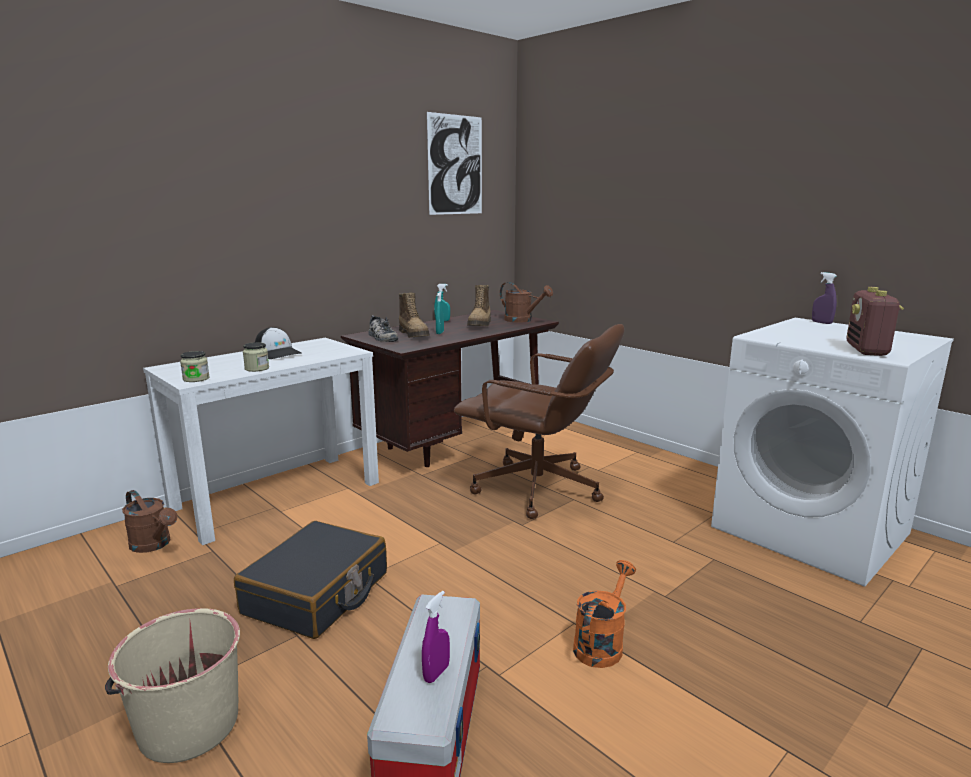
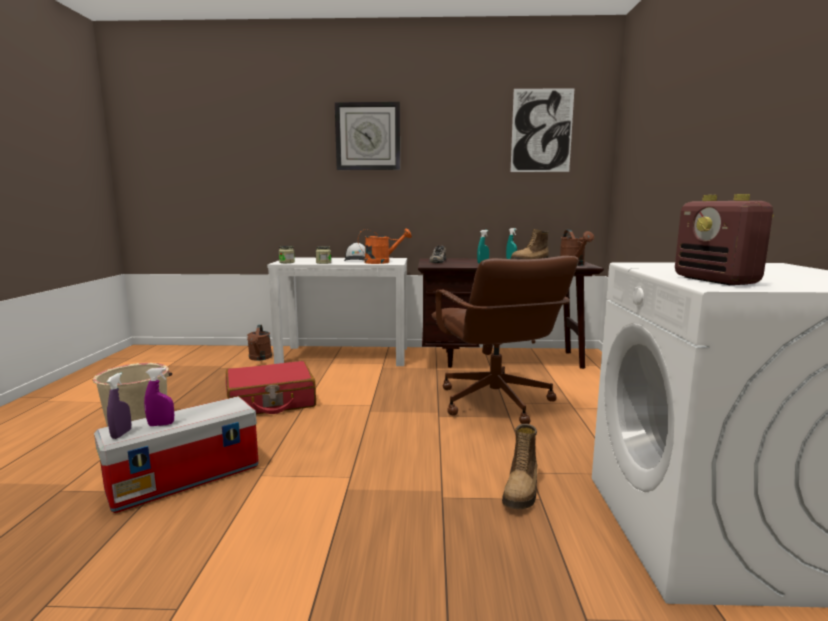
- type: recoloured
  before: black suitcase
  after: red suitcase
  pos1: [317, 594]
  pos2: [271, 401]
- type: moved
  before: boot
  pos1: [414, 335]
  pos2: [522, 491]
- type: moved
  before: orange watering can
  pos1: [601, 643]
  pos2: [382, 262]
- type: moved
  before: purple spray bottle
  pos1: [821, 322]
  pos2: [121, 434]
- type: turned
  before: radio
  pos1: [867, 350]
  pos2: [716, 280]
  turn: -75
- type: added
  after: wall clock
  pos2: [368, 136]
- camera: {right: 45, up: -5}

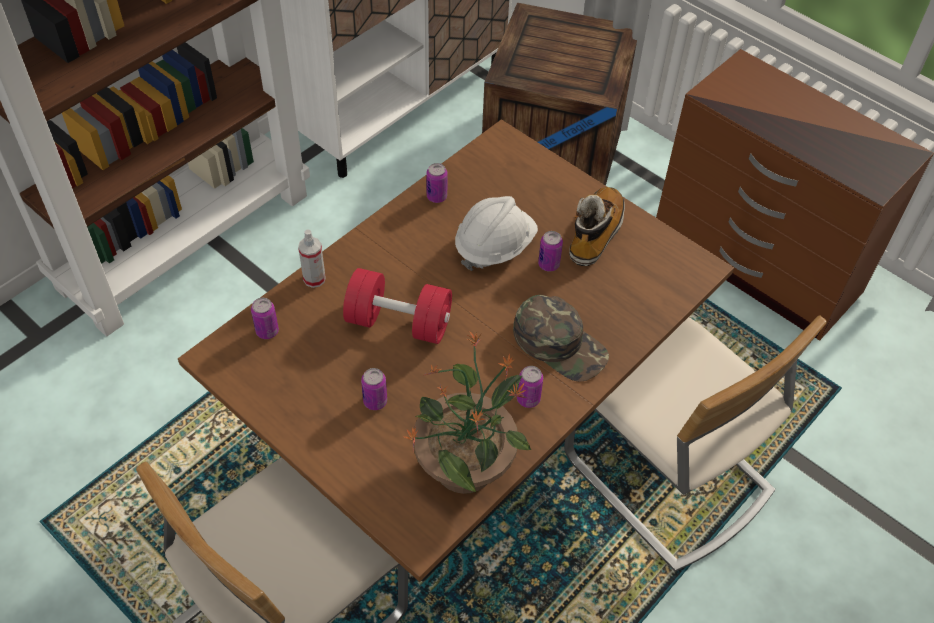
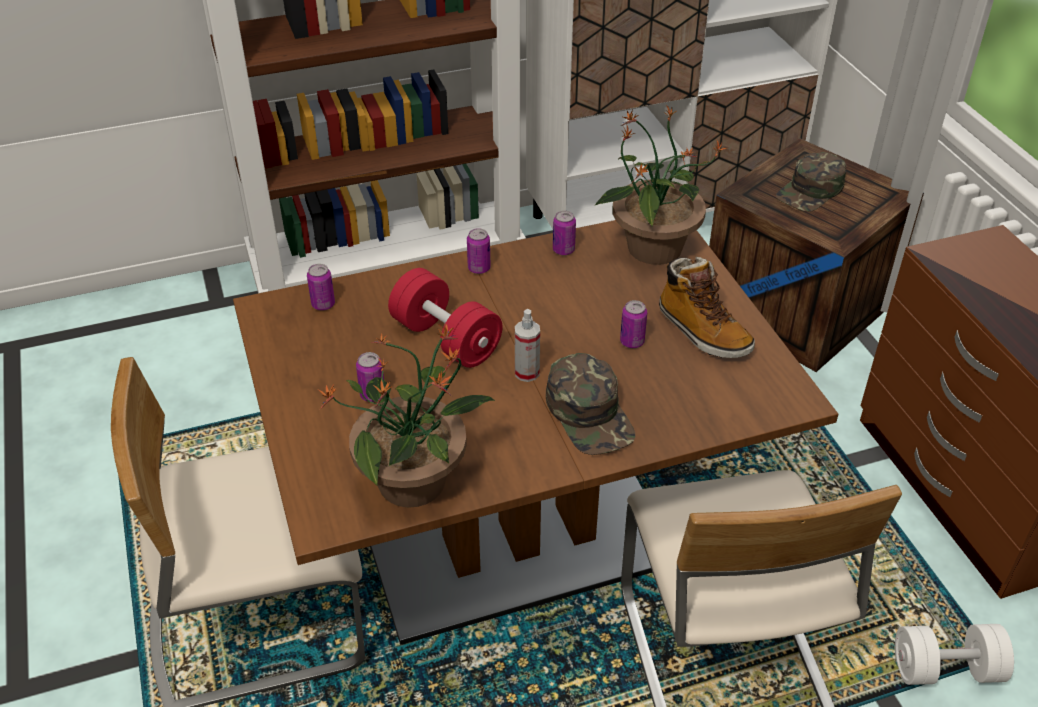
- type: moved
  before: spray bottle
  pos1: [314, 279]
  pos2: [527, 373]
- type: removed
  before: white hard hat
  pos1: [494, 246]
- type: moved
  before: can
  pos1: [528, 399]
  pos2: [479, 268]
- type: turned
  before: boot
  pos1: [595, 234]
  pos2: [702, 332]
  turn: 90
- type: added
  after: potted plant
  pos2: [652, 248]
- type: added
  after: green cap
  pos2: [811, 191]
- type: added
  after: white dumbbell
  pos2: [945, 669]
- camera: {right: 30, up: -10}

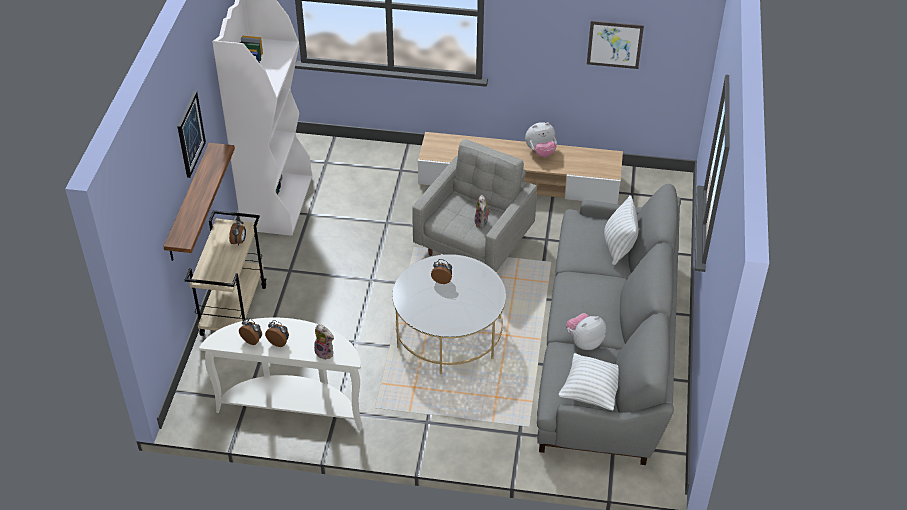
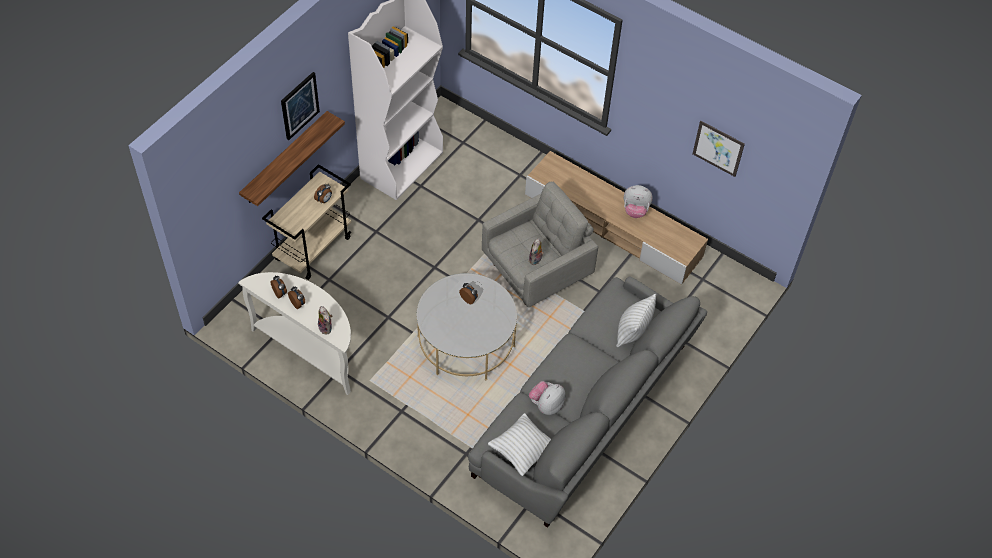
- type: turned
  before: plush toy
  pos1: [584, 342]
  pos2: [546, 405]
  turn: -45
- camera: {right: 25, up: 10}

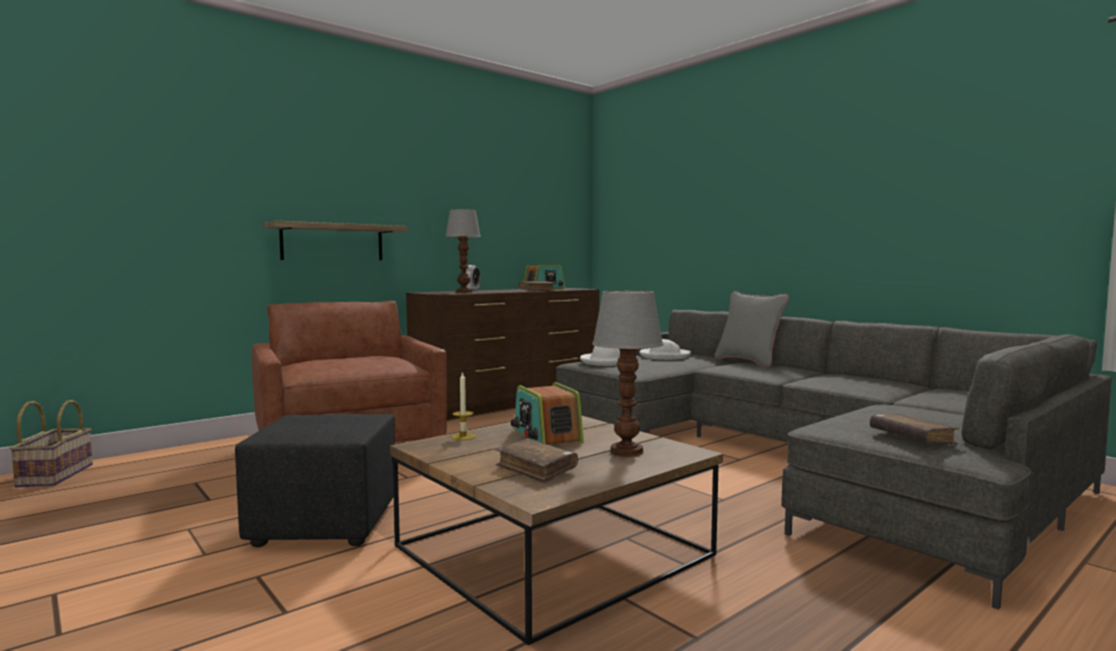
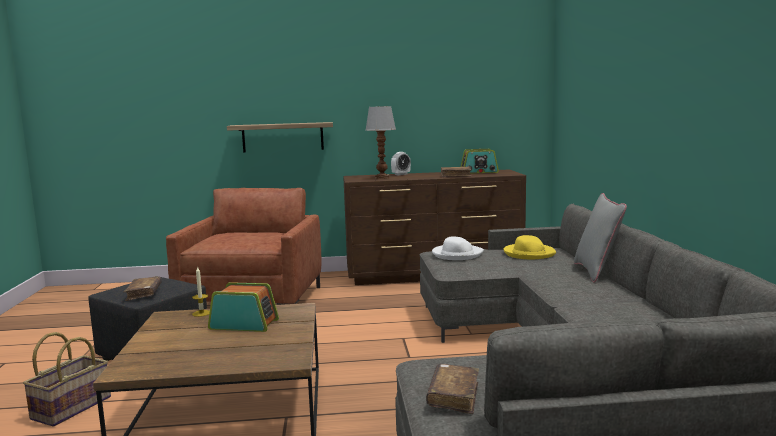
- type: moved
  before: basket
  pos1: [54, 475]
  pos2: [71, 407]
- type: moved
  before: brown book
  pos1: [536, 469]
  pos2: [144, 294]
- type: turned
  before: radio
  pos1: [546, 436]
  pos2: [244, 324]
  turn: 90
- type: removed
  before: table lamp
  pos1: [625, 451]
- type: recoloured
  before: white hat
  after: yellow hat
  pos1: [664, 356]
  pos2: [529, 253]
- camera: {right: 35, up: 5}

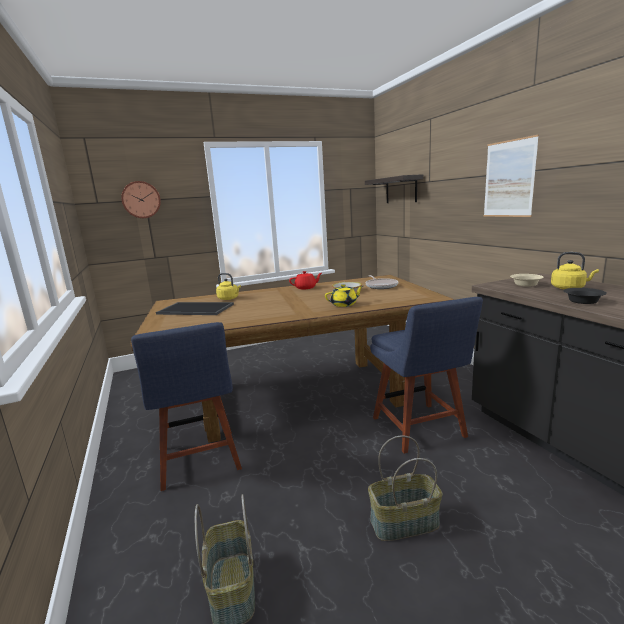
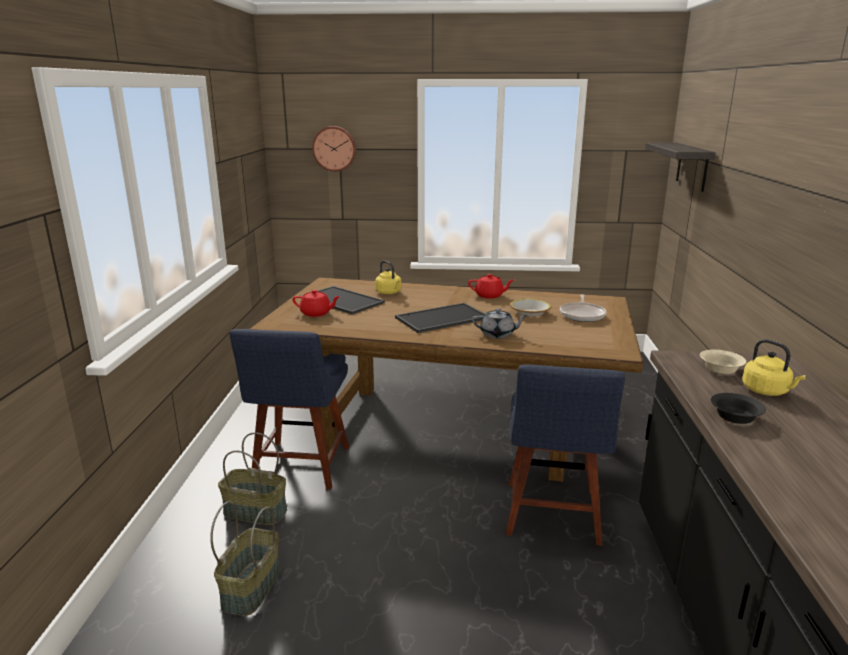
- type: recoloured
  before: yellow teapot
  after: grey teapot
  pos1: [344, 304]
  pos2: [498, 334]
- type: moved
  before: basket
  pos1: [404, 523]
  pos2: [254, 512]
- type: removed
  before: picture
  pos1: [509, 179]
- type: added
  after: red teapot
  pos2: [316, 313]
- type: added
  after: tray
  pos2: [442, 318]
- camera: {right: 25, up: 5}

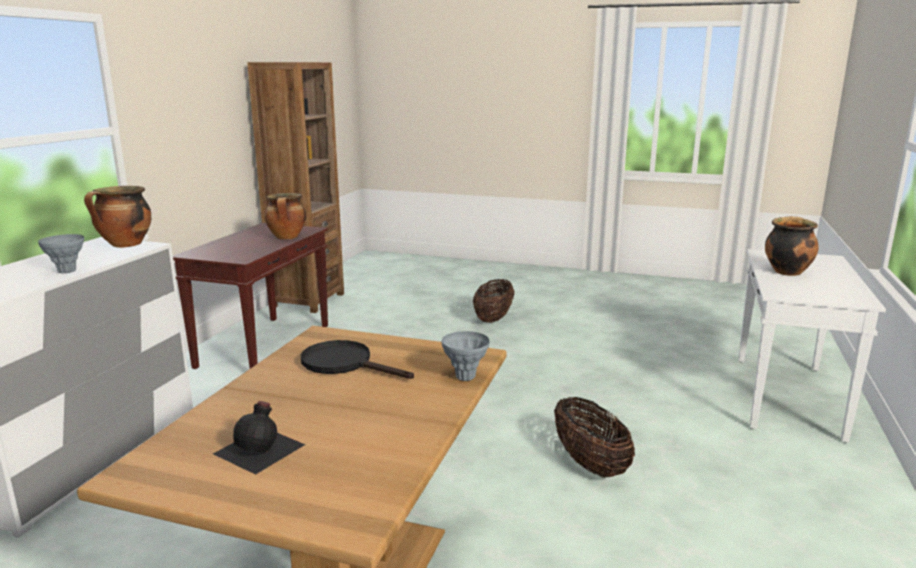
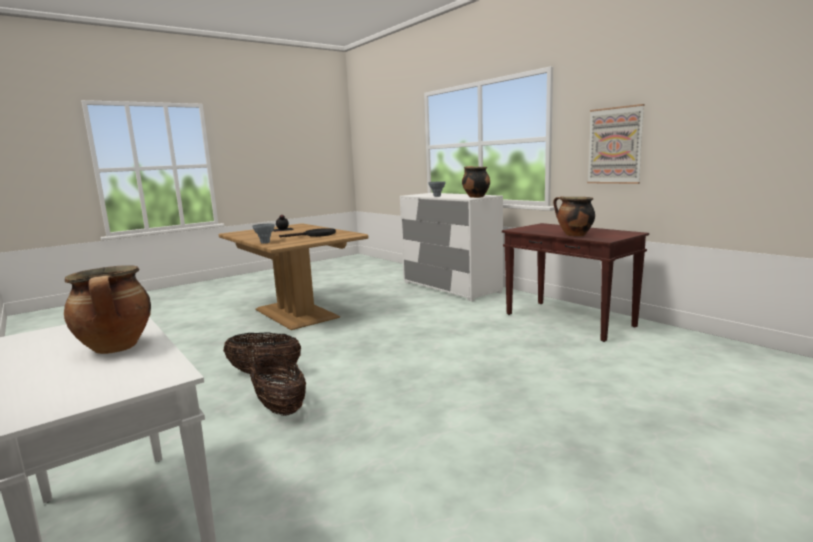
- type: removed
  before: brown bookcase
  pos1: [307, 300]
- type: moved
  before: basket
  pos1: [493, 319]
  pos2: [280, 408]
- type: added
  after: picture
  pos2: [615, 145]
- camera: {right: 125, up: -5}

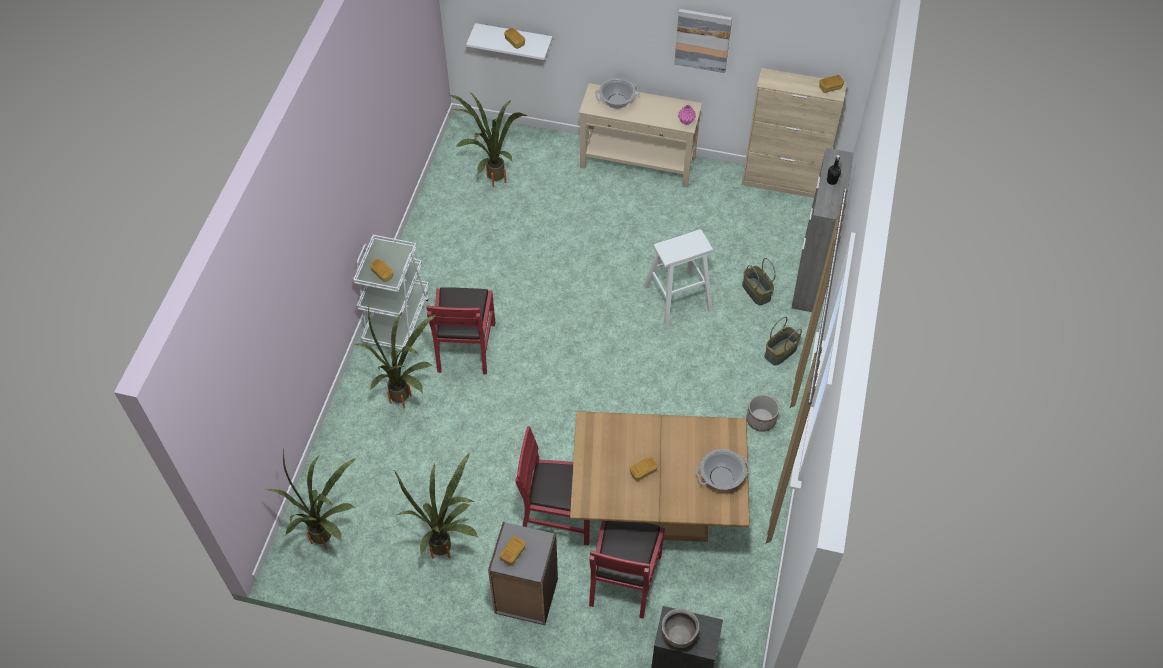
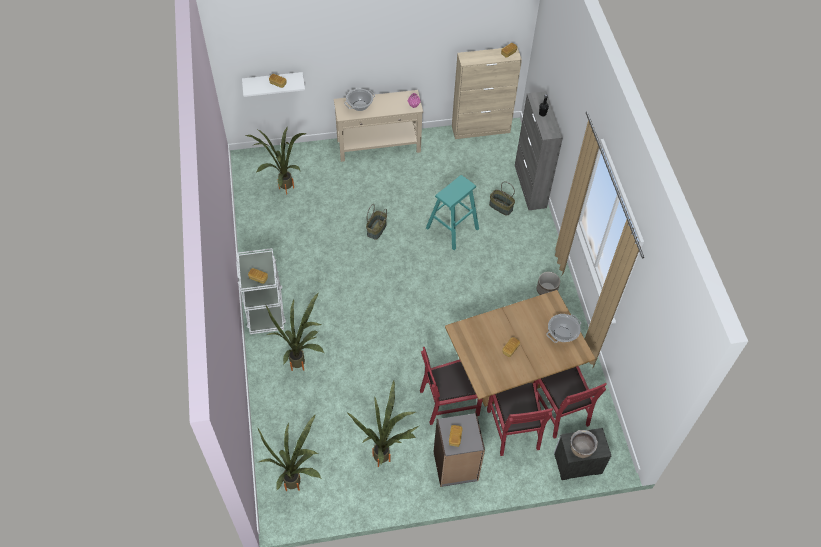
- type: moved
  before: red chair
  pos1: [465, 346]
  pos2: [560, 410]
- type: recoloured
  before: white stool
  after: turquoise stool
  pos1: [677, 298]
  pos2: [452, 228]
- type: removed
  before: picture
  pos1: [702, 40]
- type: moved
  before: basket
  pos1: [780, 352]
  pos2: [377, 230]
- camera: {right: -25, up: 0}

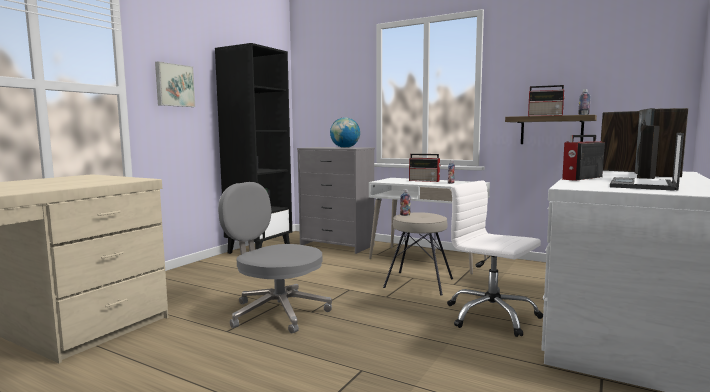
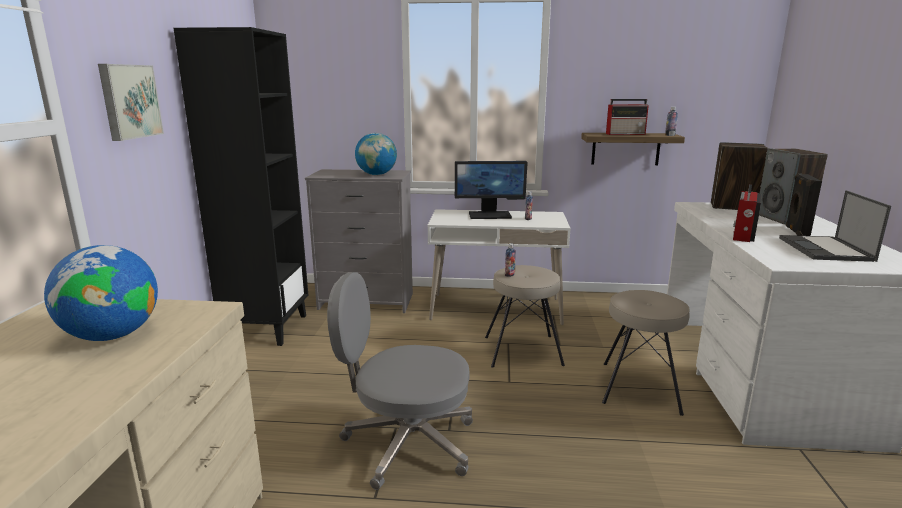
- type: replaced
  before: radio
  after: monitor
  pos1: [425, 180]
  pos2: [490, 215]
- type: replaced
  before: white office chair
  after: beige stool
  pos1: [491, 316]
  pos2: [639, 387]
- type: added
  after: globe
  pos2: [112, 336]
- camera: {right: -25, up: 10}

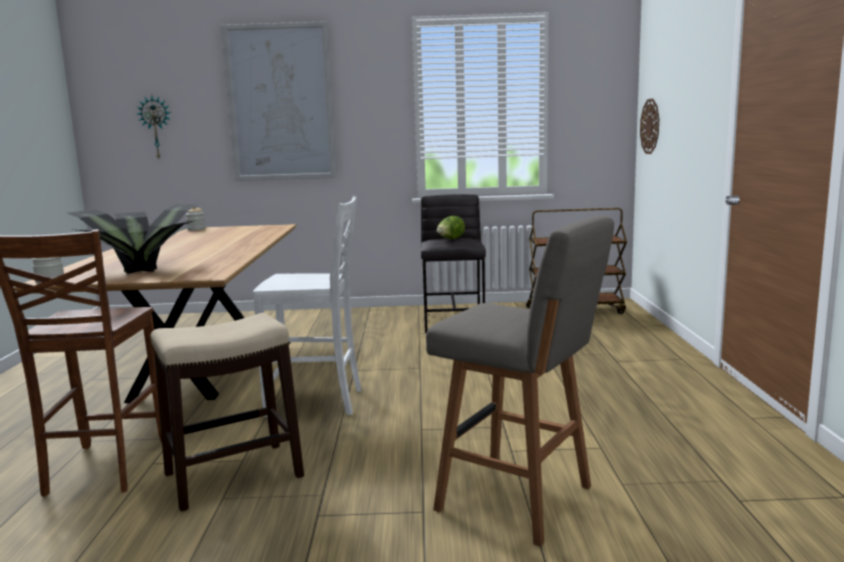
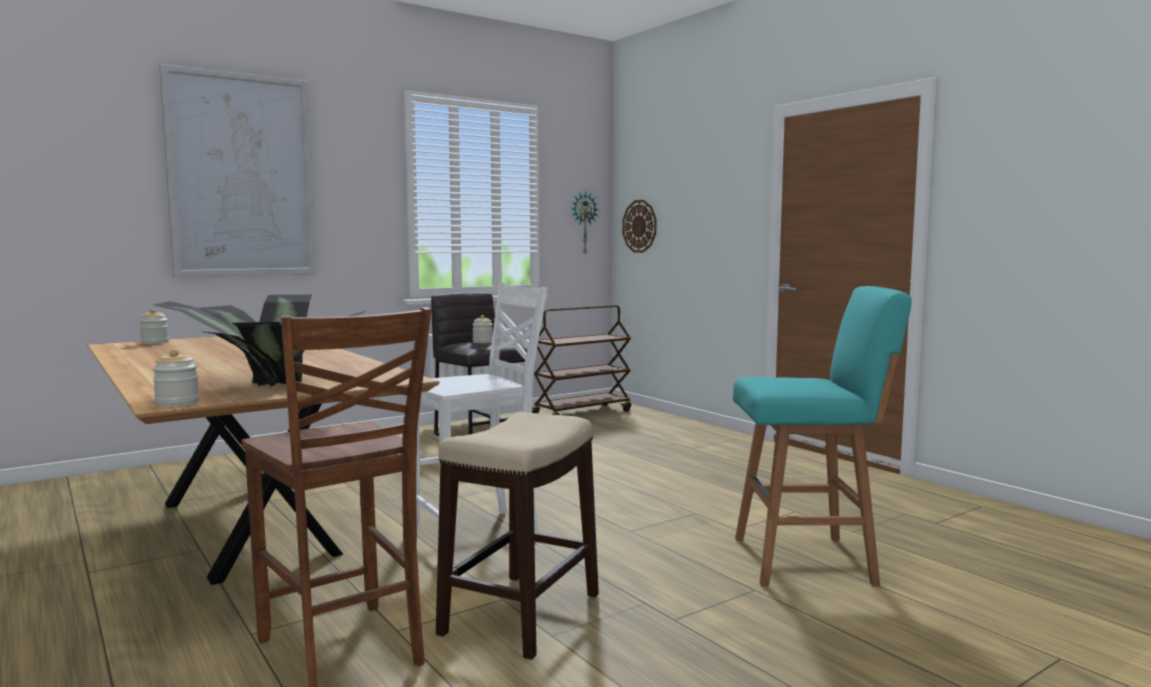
- type: moved
  before: wall clock
  pos1: [156, 127]
  pos2: [583, 223]
- type: recoloured
  before: grey stool
  after: turquoise stool
  pos1: [519, 500]
  pos2: [808, 560]
- type: replaced
  before: lettuce
  after: jar
  pos1: [450, 239]
  pos2: [482, 342]
- camera: {right: -35, up: -5}

